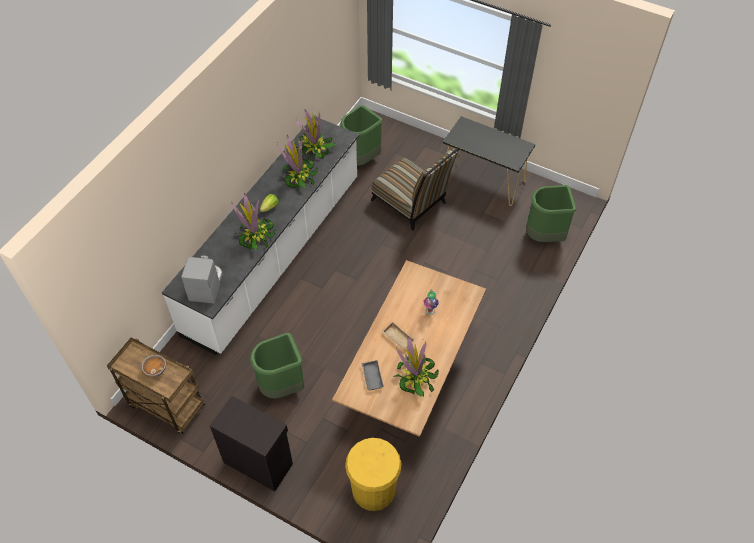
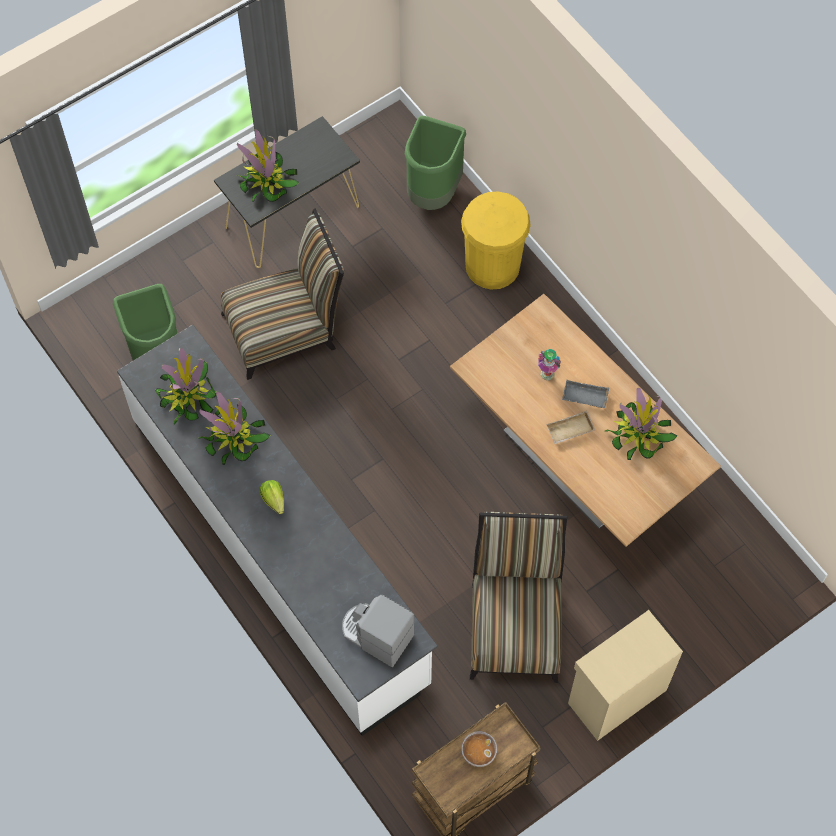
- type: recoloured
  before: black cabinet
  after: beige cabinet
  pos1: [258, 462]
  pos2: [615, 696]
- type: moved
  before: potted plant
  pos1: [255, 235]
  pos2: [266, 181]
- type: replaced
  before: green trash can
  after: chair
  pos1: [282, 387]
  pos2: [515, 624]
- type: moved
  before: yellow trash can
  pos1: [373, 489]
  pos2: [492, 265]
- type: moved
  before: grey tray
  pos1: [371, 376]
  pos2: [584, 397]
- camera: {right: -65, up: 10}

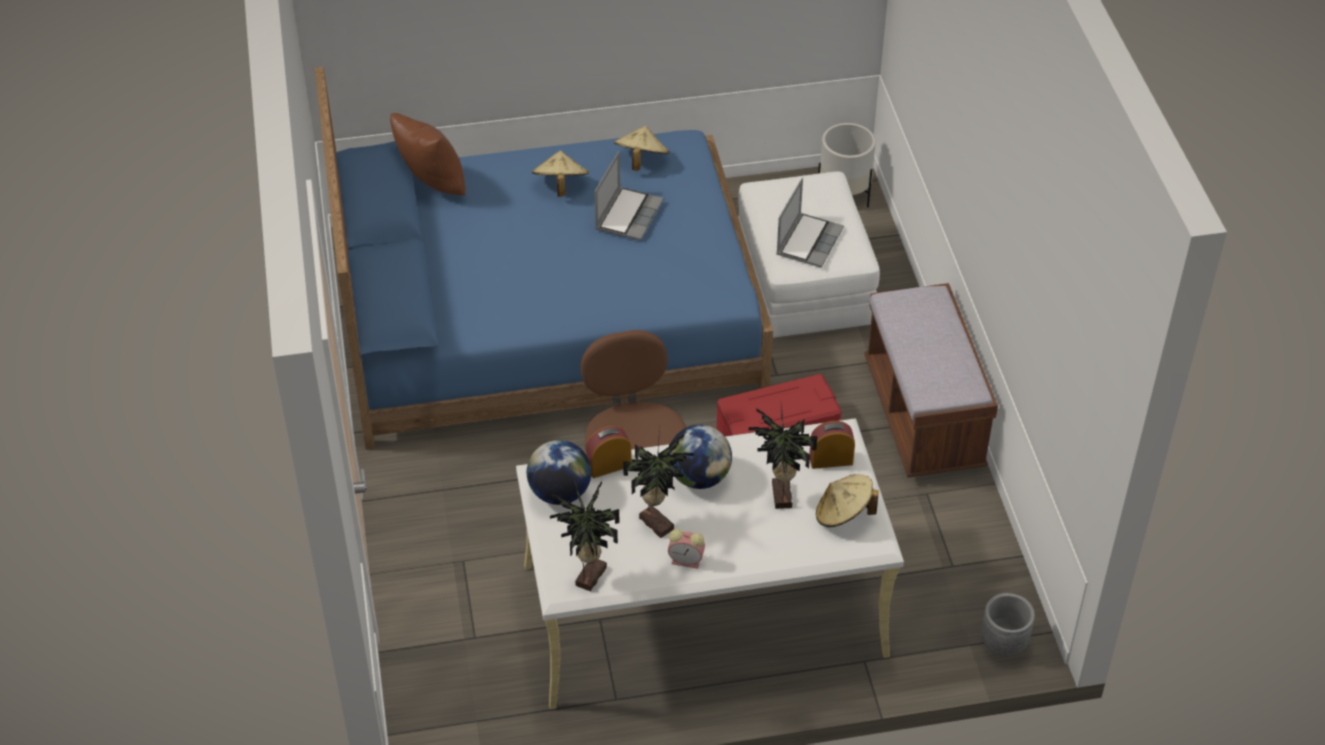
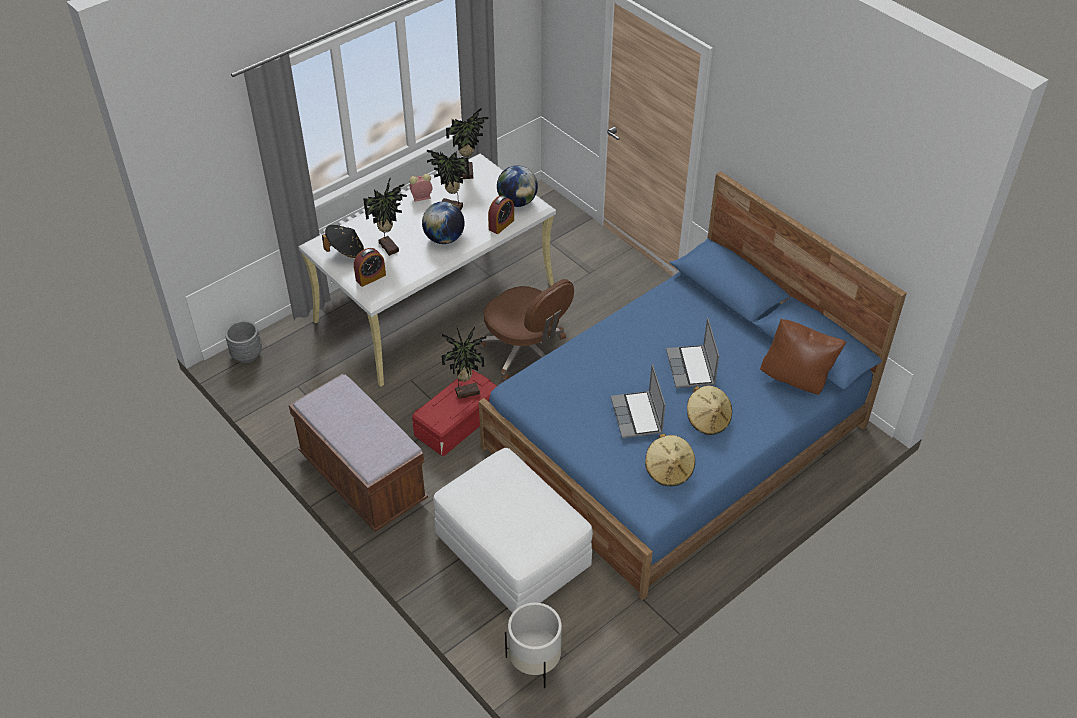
- type: moved
  before: laptop
  pos1: [809, 241]
  pos2: [691, 368]
- type: recoloured
  before: beige hat
  after: black hat
  pos1: [843, 514]
  pos2: [346, 251]
- type: added
  after: potted plant
  pos2: [466, 391]
- camera: {right: 150, up: 0}

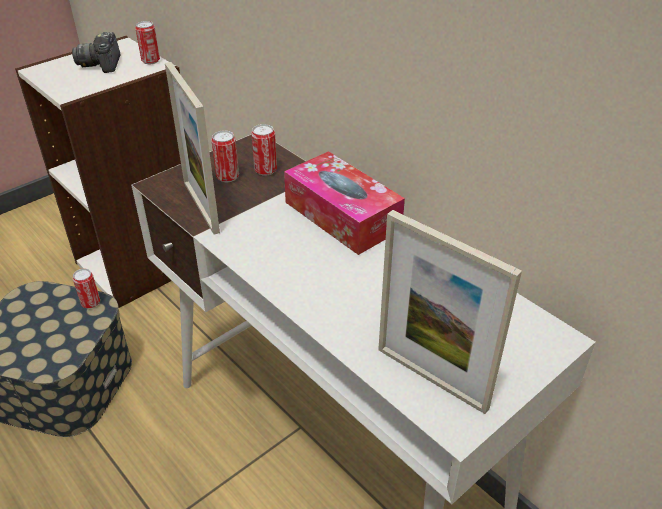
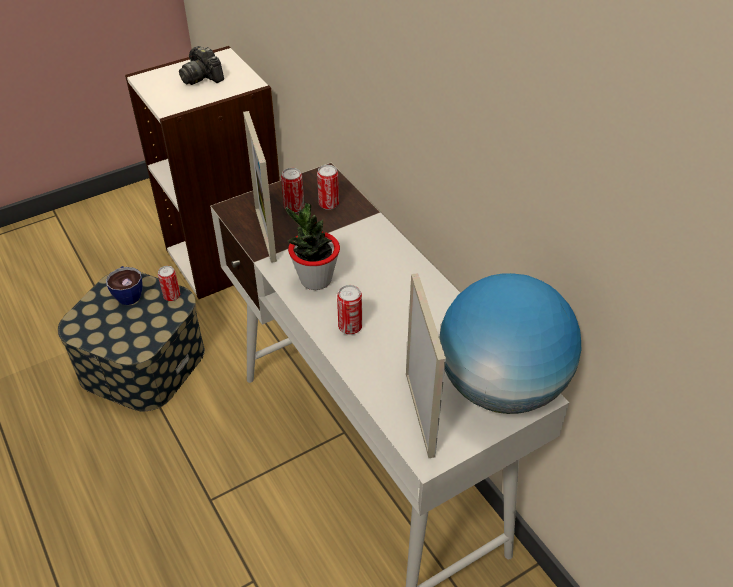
- type: turned
  before: photo camera
  pos1: [102, 64]
  pos2: [202, 77]
  turn: -45
- type: moved
  before: can
  pos1: [151, 61]
  pos2: [350, 327]
- type: removed
  before: tissue box
  pos1: [342, 216]
- type: turned
  before: picture frame
  pos1: [431, 378]
  pos2: [419, 414]
  turn: -150
- type: added
  after: cup
  pos2: [128, 293]
- type: added
  after: potted plant
  pos2: [315, 279]
- type: added
  after: globe
  pos2: [501, 387]
- camera: {right: 10, up: 5}

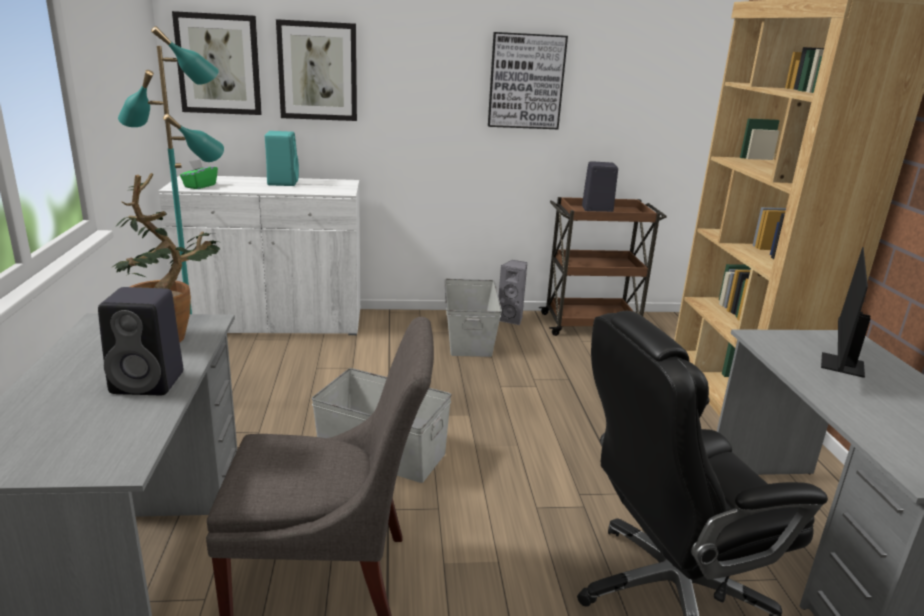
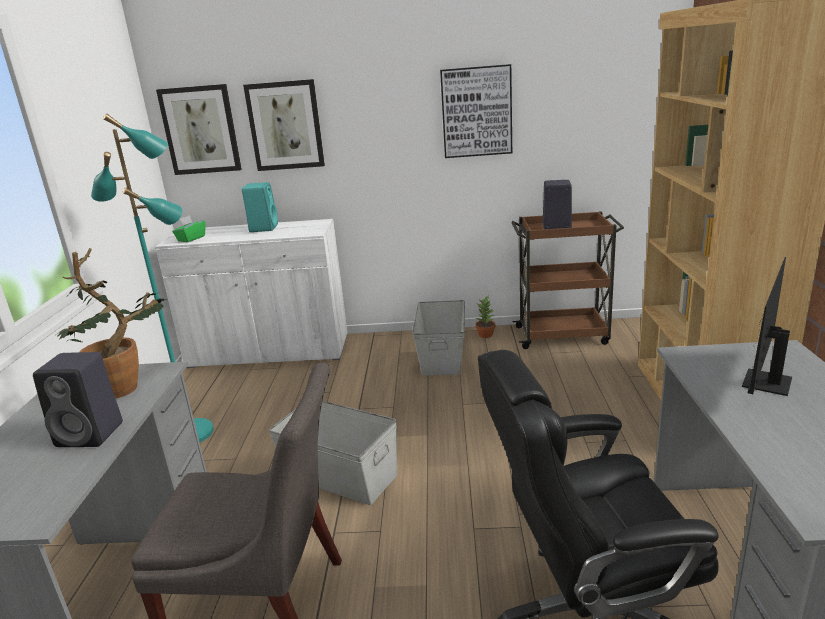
- type: replaced
  before: grey speaker
  after: potted plant
  pos1: [511, 319]
  pos2: [486, 335]
- camera: {right: 10, up: 0}

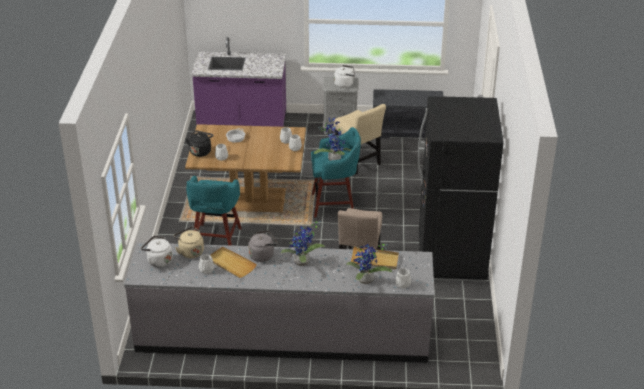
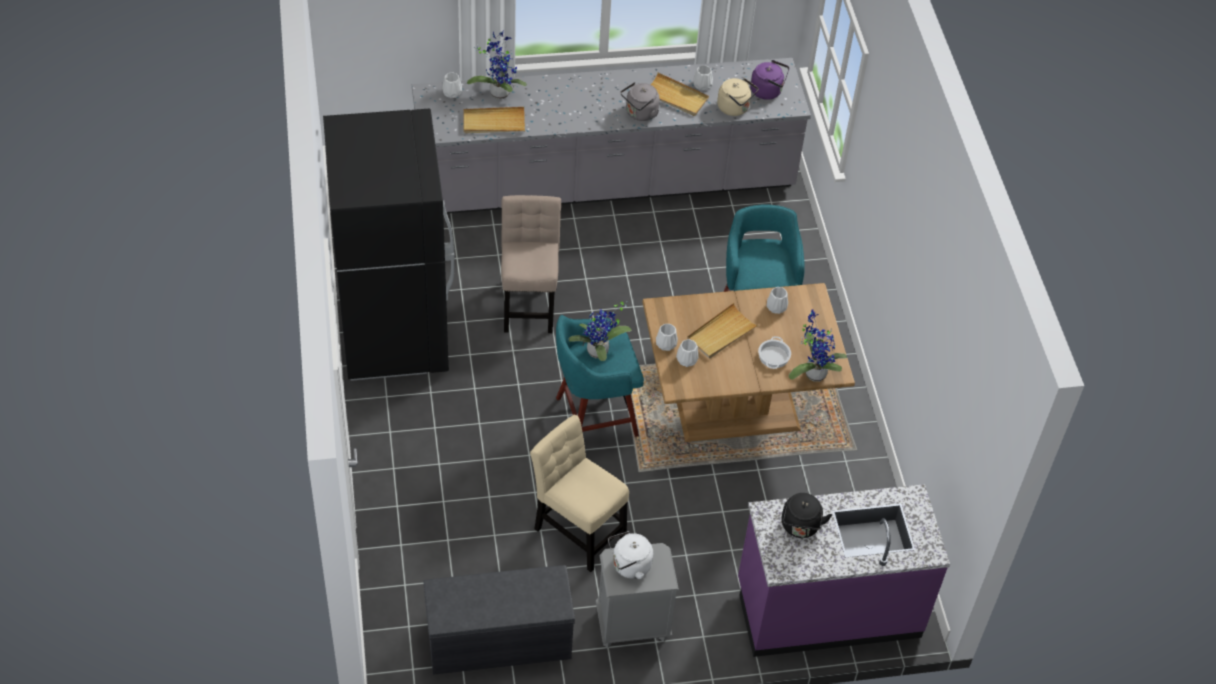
- type: recoloured
  before: white kettle
  after: purple kettle
  pos1: [158, 261]
  pos2: [768, 91]
- type: moved
  before: black kettle
  pos1: [201, 151]
  pos2: [800, 527]
- type: moved
  before: potted plant
  pos1: [302, 263]
  pos2: [813, 372]
- type: added
  after: beige tray
  pos2: [721, 333]
- camera: {right: 165, up: 15}

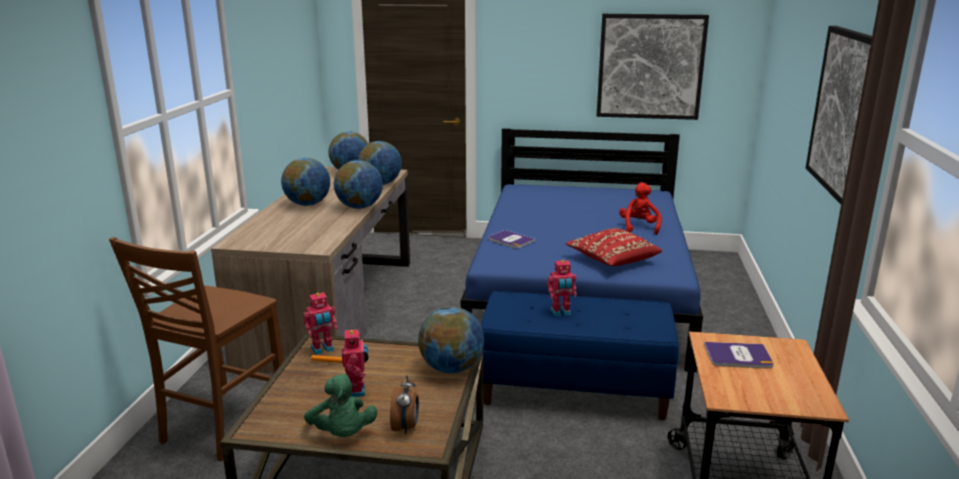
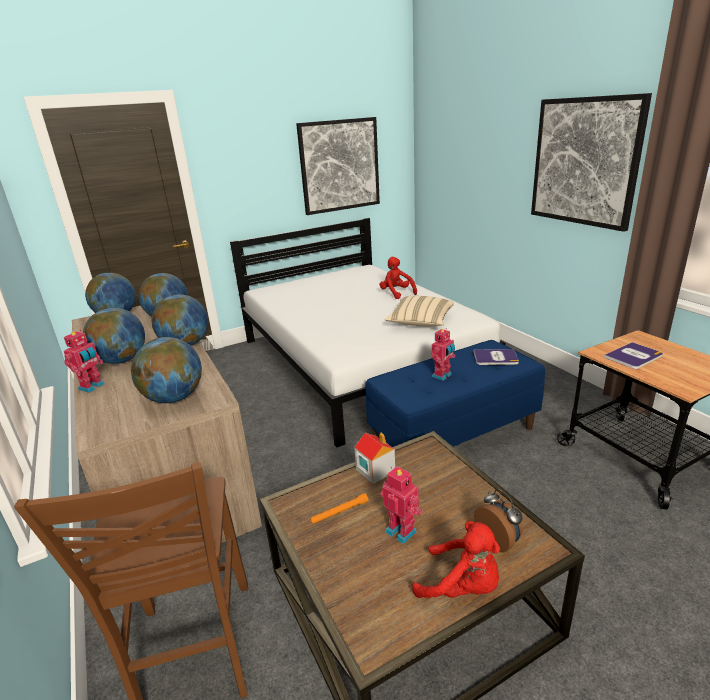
- type: moved
  before: toy robot
  pos1: [322, 349]
  pos2: [92, 387]
- type: recoloured
  before: green plush toy
  after: red plush toy
  pos1: [342, 434]
  pos2: [462, 587]
- type: moved
  before: globe
  pos1: [451, 368]
  pos2: [174, 398]
- type: recoloured
  before: blue bed
  after: white bed
  pos1: [580, 294]
  pos2: [359, 361]
- type: moved
  before: book
  pos1: [510, 240]
  pos2: [495, 358]
- type: recoloured
  before: red pillow
  after: beige pillow
  pos1: [612, 260]
  pos2: [420, 322]
- type: added
  after: toy house
  pos2: [375, 470]
- camera: {right: -35, up: 5}

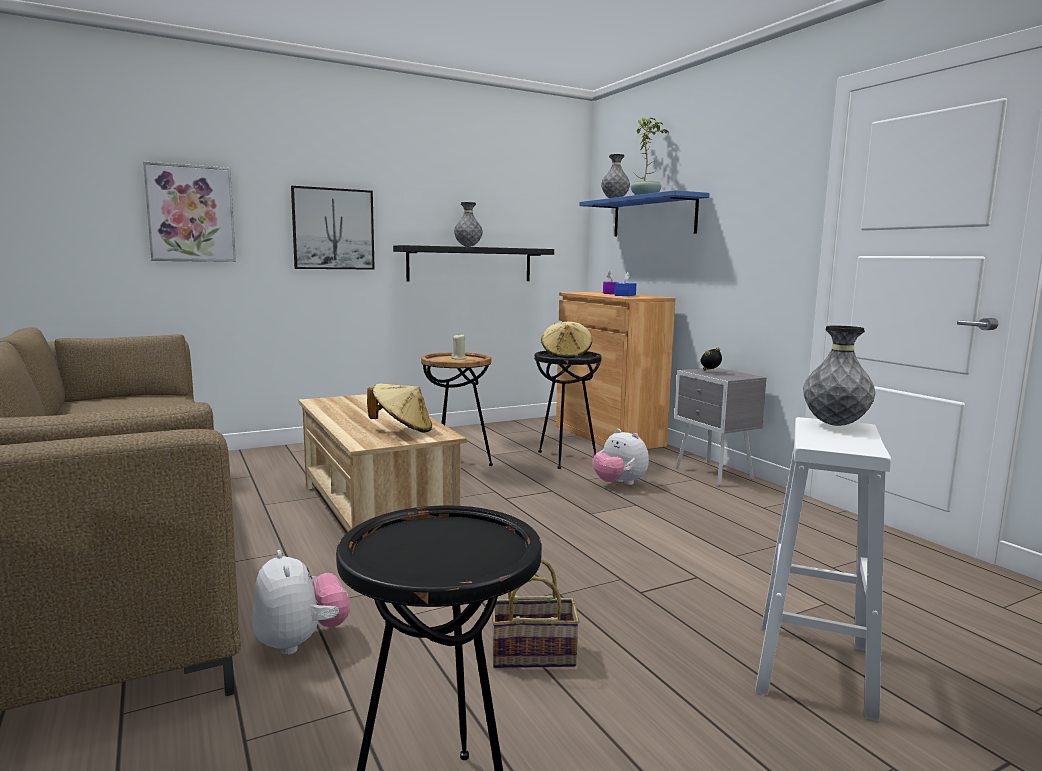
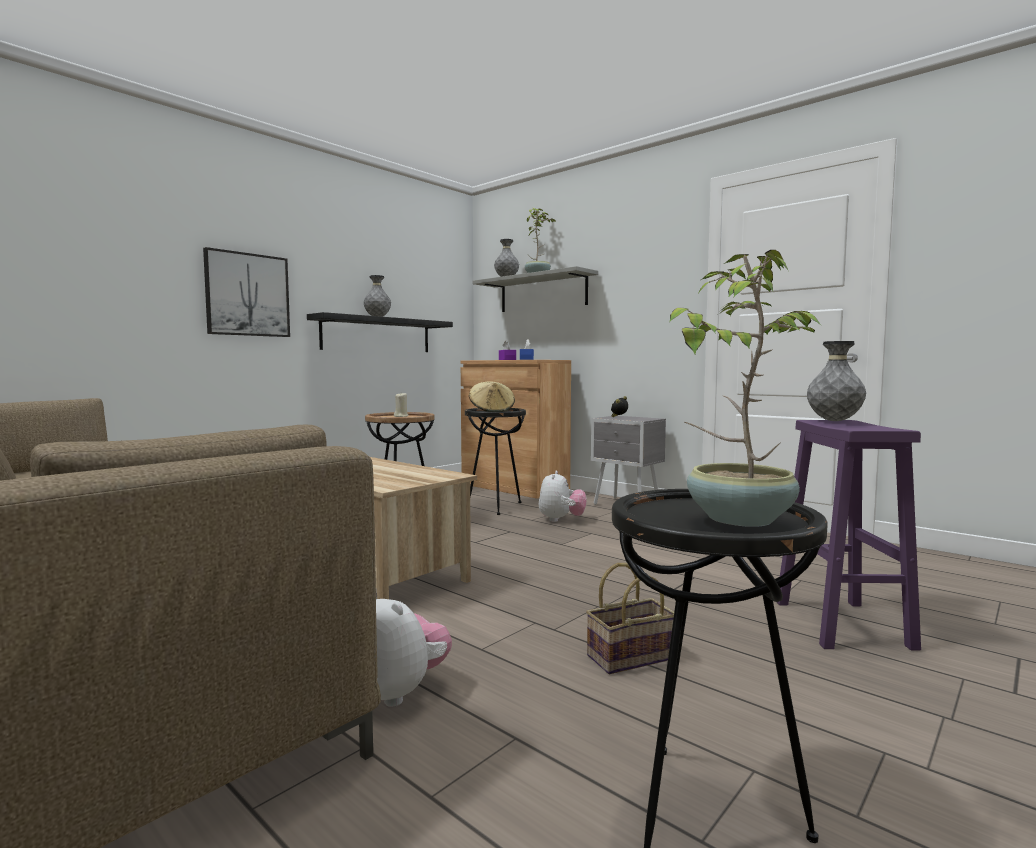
- type: removed
  before: picture
  pos1: [191, 213]
- type: removed
  before: beige hat
  pos1: [402, 430]
- type: recoloured
  before: blue shelf
  after: grey shelf
  pos1: [653, 217]
  pos2: [542, 293]
- type: turned
  before: plush toy
  pos1: [619, 483]
  pos2: [561, 520]
  turn: -105
- type: recoloured
  before: white stool
  after: purple stool
  pos1: [814, 669]
  pos2: [843, 625]
- type: added
  after: potted plant
  pos2: [737, 518]
- camera: {right: -20, up: -5}

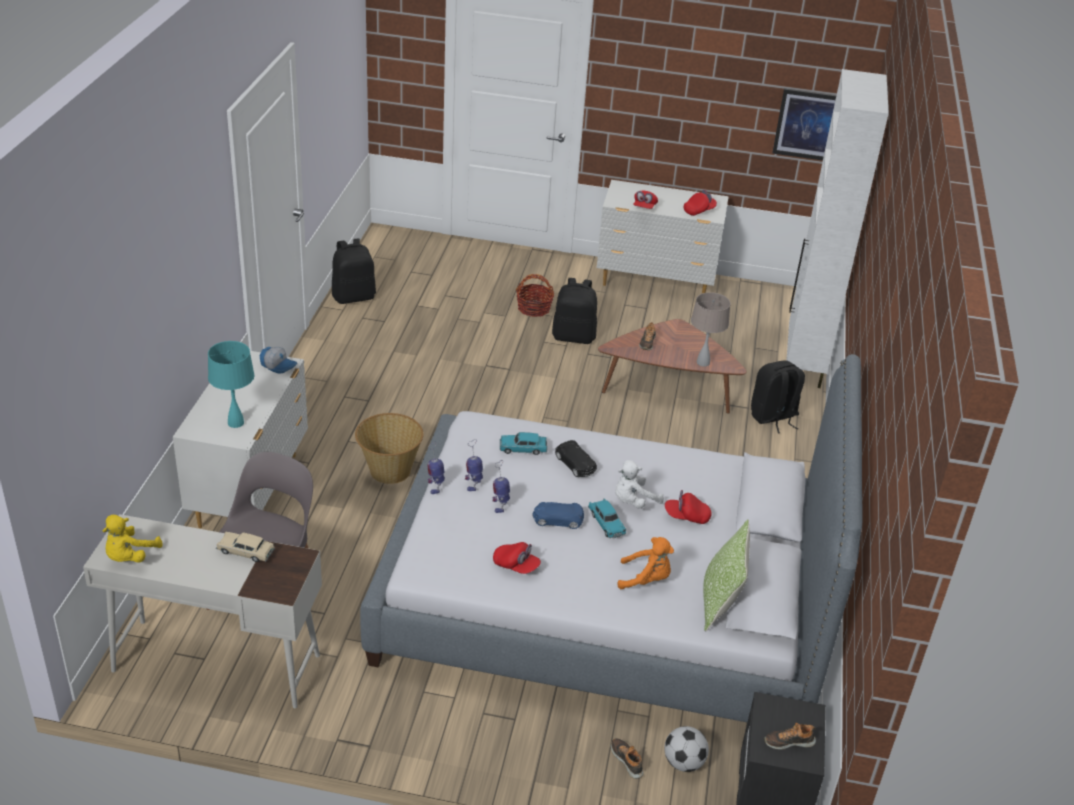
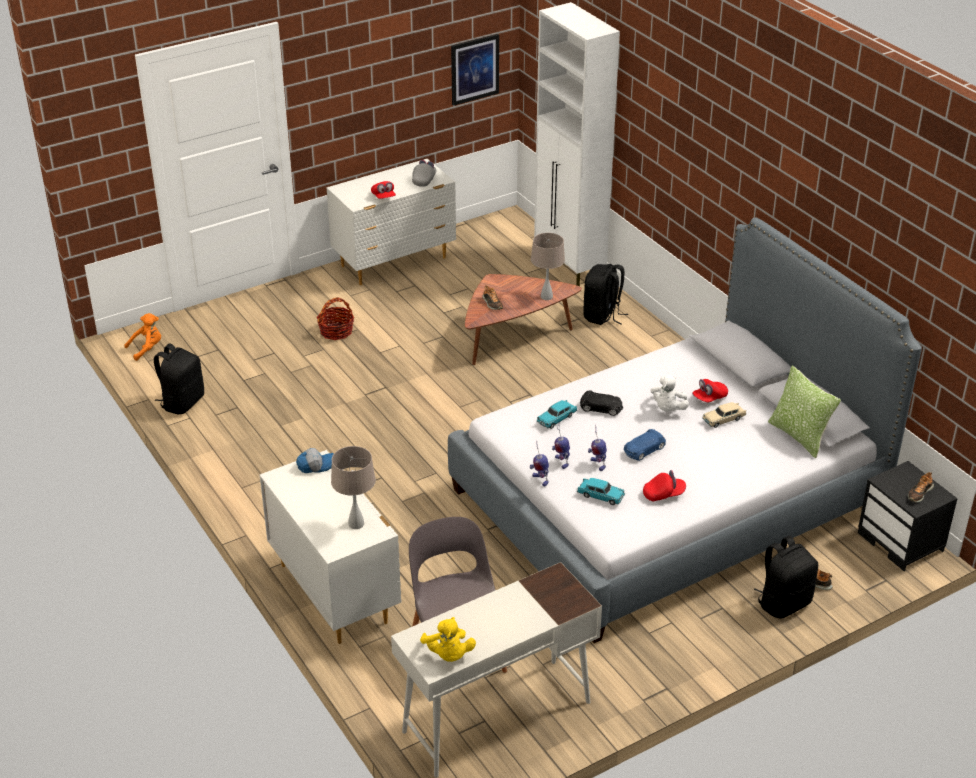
- type: recoloured
  before: turquoise table lamp
  after: beige table lamp
  pos1: [235, 422]
  pos2: [356, 524]
- type: moved
  before: beige toy car
  pos1: [246, 552]
  pos2: [724, 419]
- type: removed
  before: basket
  pos1: [389, 470]
- type: moved
  before: black backpack
  pos1: [574, 336]
  pos2: [783, 603]
- type: moved
  before: turquoise toy car
  pos1: [606, 523]
  pos2: [600, 496]
- type: moved
  before: orange plush toy
  pos1: [646, 579]
  pos2: [147, 349]
- type: removed
  before: football
  pos1: [683, 762]
- type: recoloured
  before: red cap
  after: grey cap
  pos1: [699, 211]
  pos2: [424, 180]
- camera: {right: -40, up: 0}

